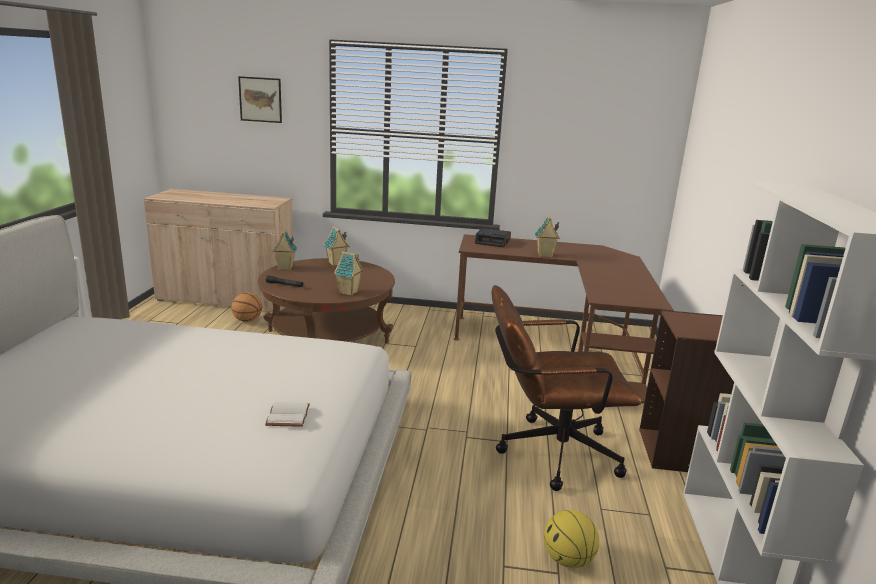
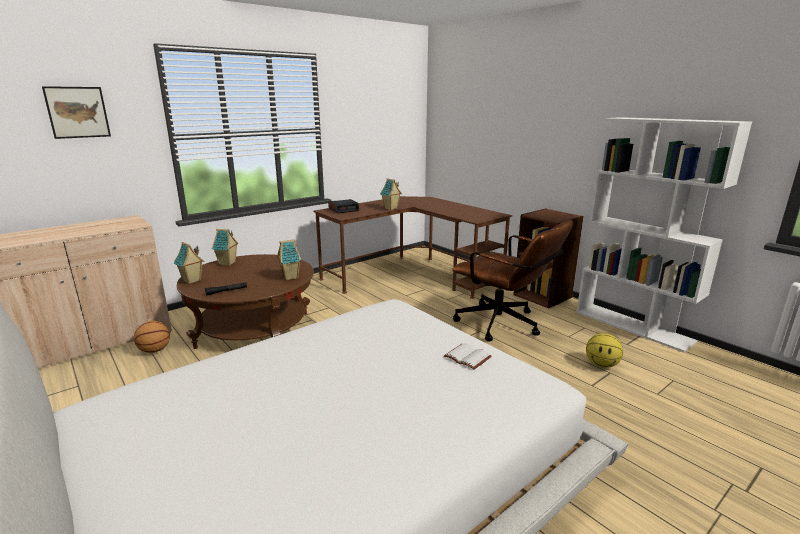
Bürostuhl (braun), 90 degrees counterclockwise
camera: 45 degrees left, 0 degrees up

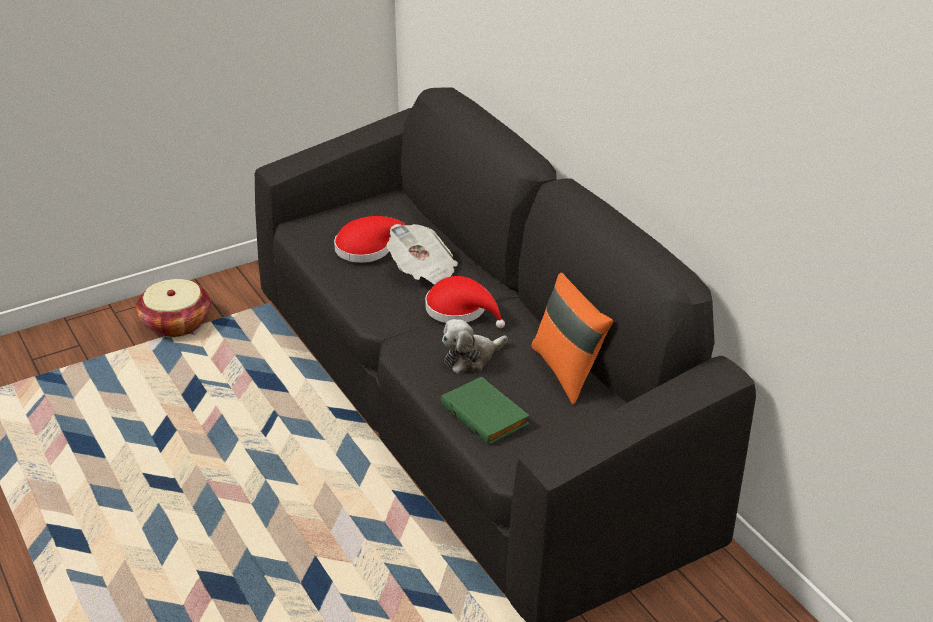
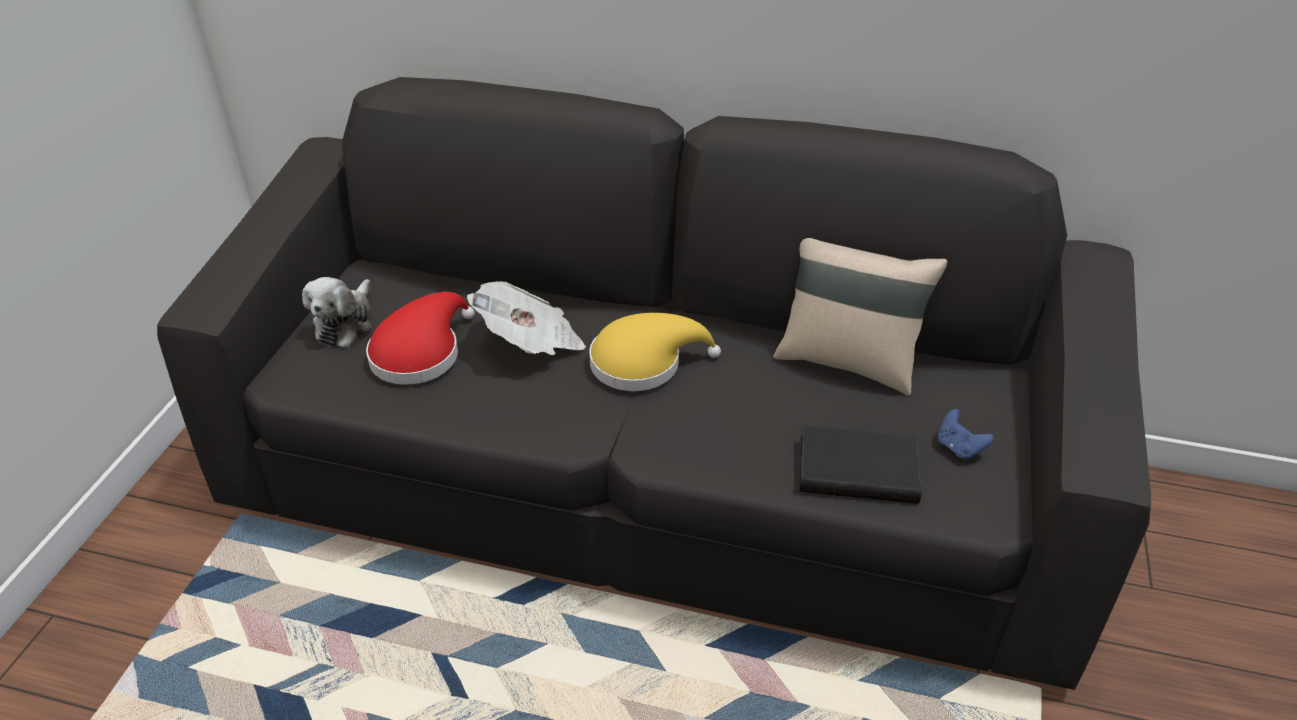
Plüschtier, relocated
Hut (rot) (no. 2 from left) => Hut (gelb)
Kissen (orange) => Kissen (beige)
Buch (grün) => Buch (schwarz)
nothing => Gamepad (blau)
Korb => nothing
camera: 45 degrees left, 5 degrees up

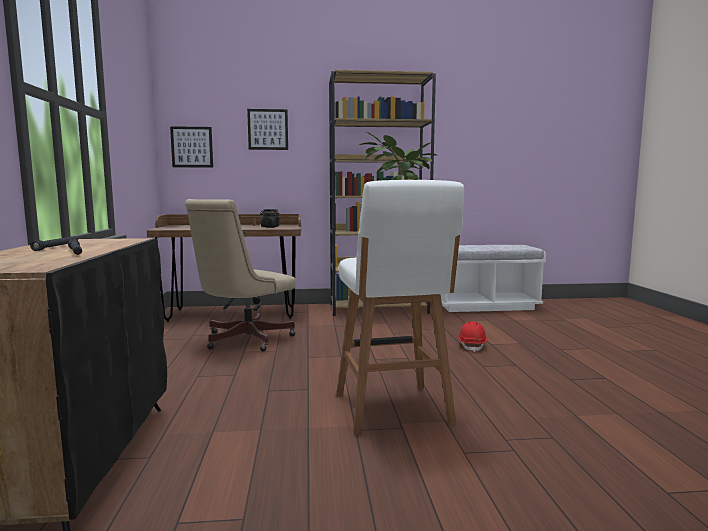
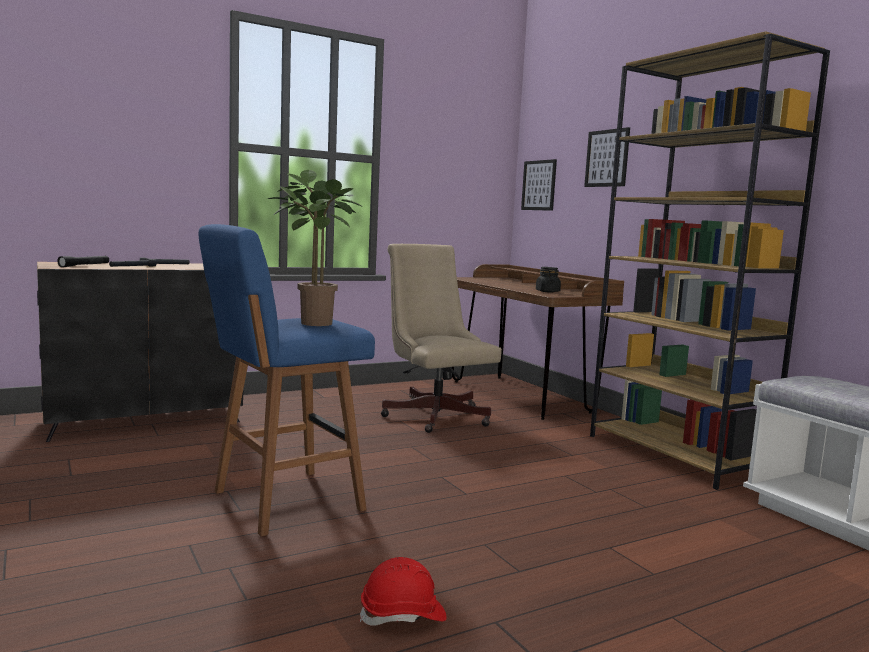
nothing => Taschenlampe (schwarz) (no. 1 from left)
Hocker (weiß) => Hocker (blau)
Schutzhelm (rot), relocated
Bürostuhl (beige), 45 degrees clockwise
camera: 65 degrees right, 0 degrees up

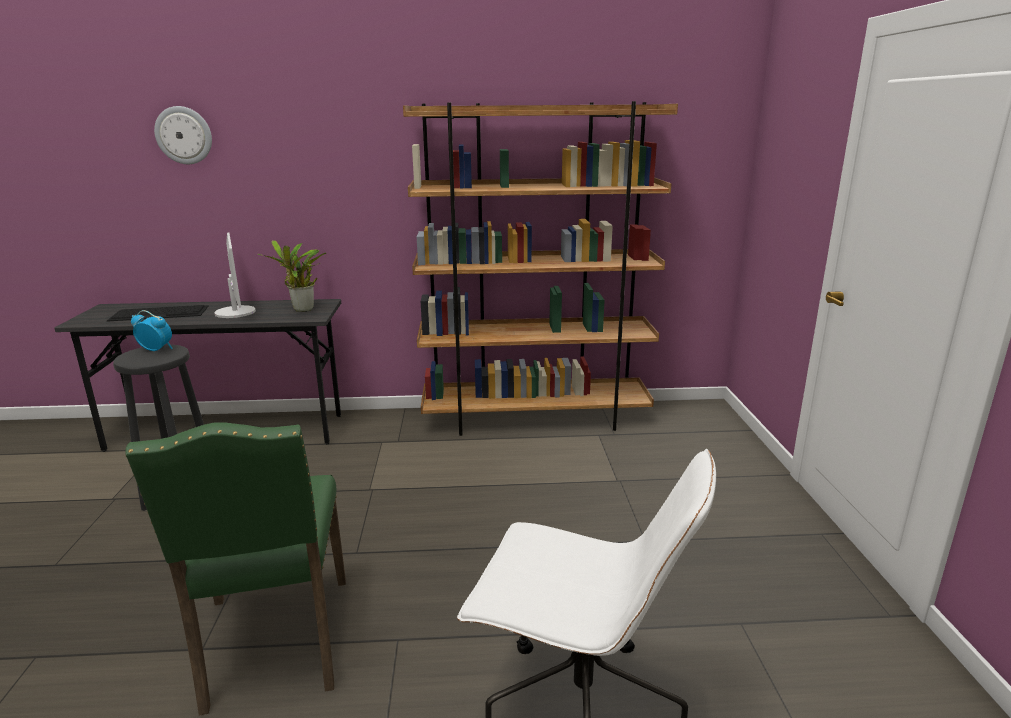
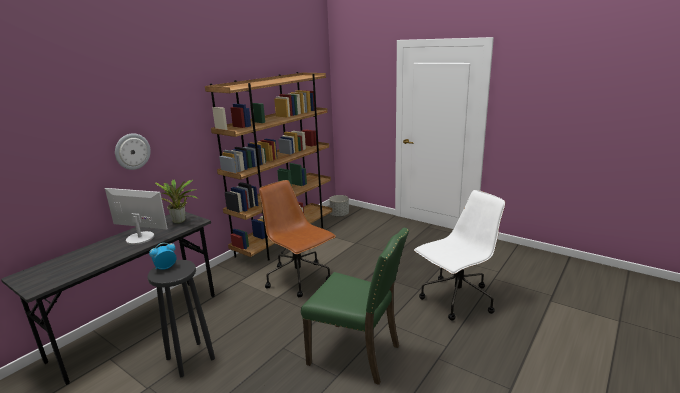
Wanduhr, relocated
nothing => Bürostuhl (braun)
nothing => Pflanzkübel (grau)
Tastatur => nothing
camera: 50 degrees left, 0 degrees up

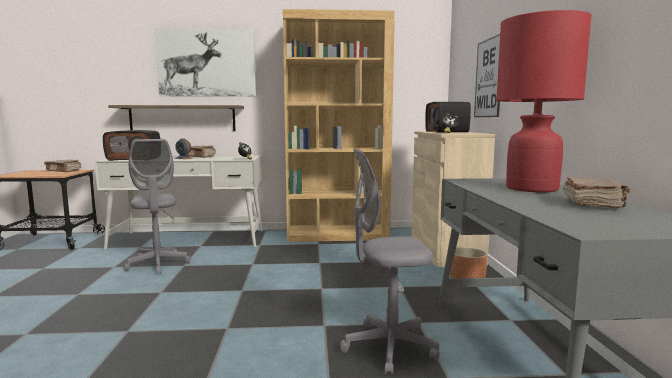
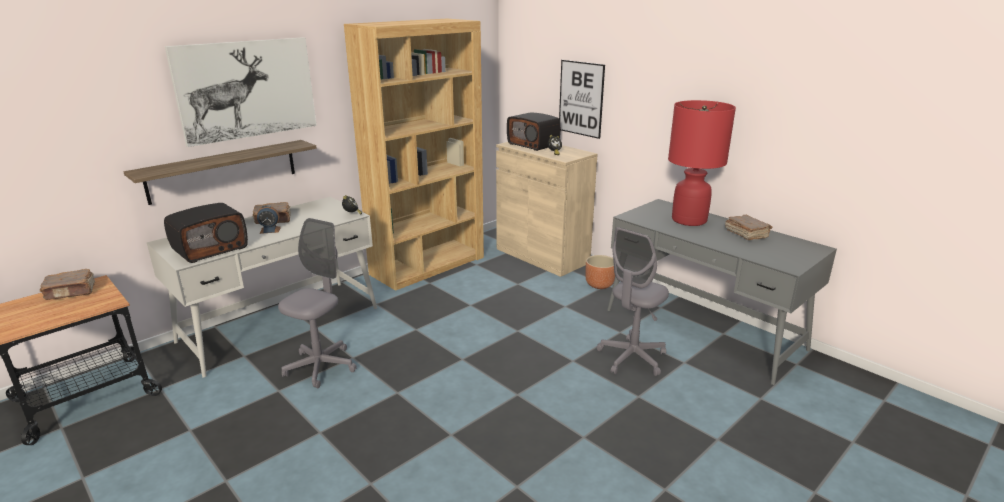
Bürostuhl (grau) (no. 1 from left), 90 degrees counterclockwise
camera: 40 degrees left, 15 degrees up

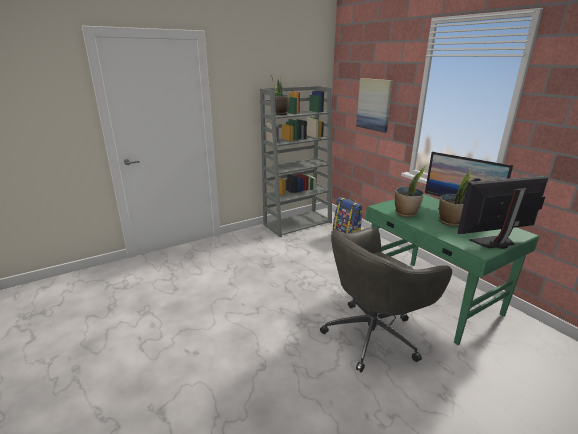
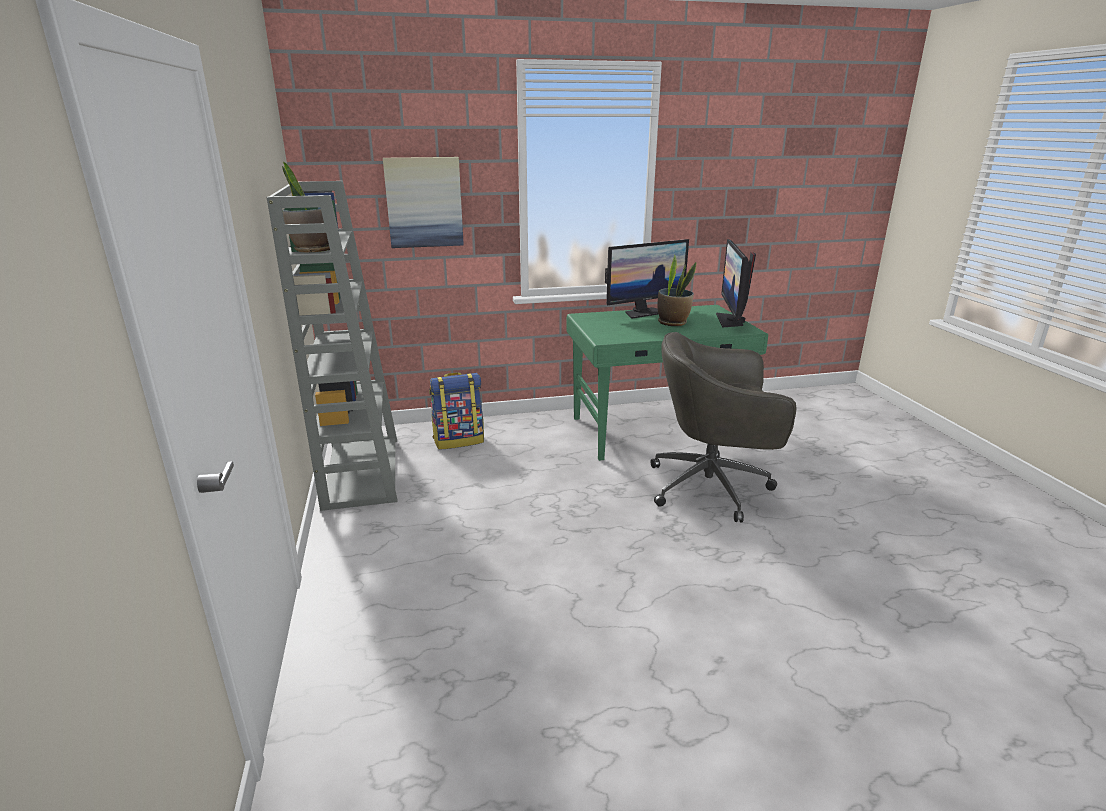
Bürostuhl (grau), 105 degrees clockwise
Topfpflanze (no. 2 from left) => nothing
camera: 70 degrees left, 0 degrees up

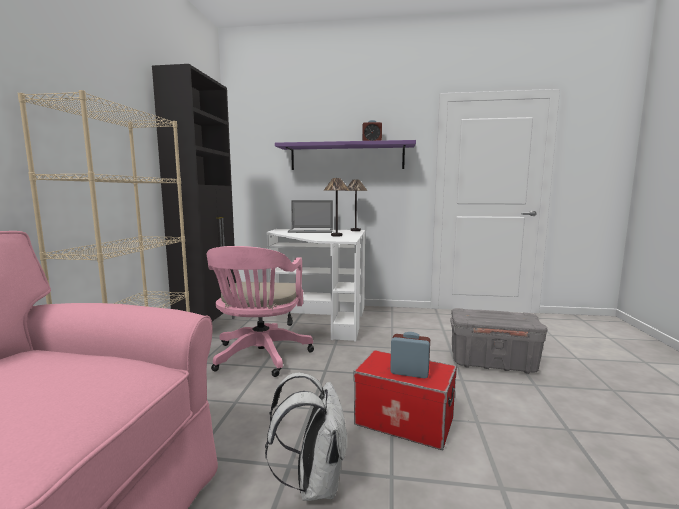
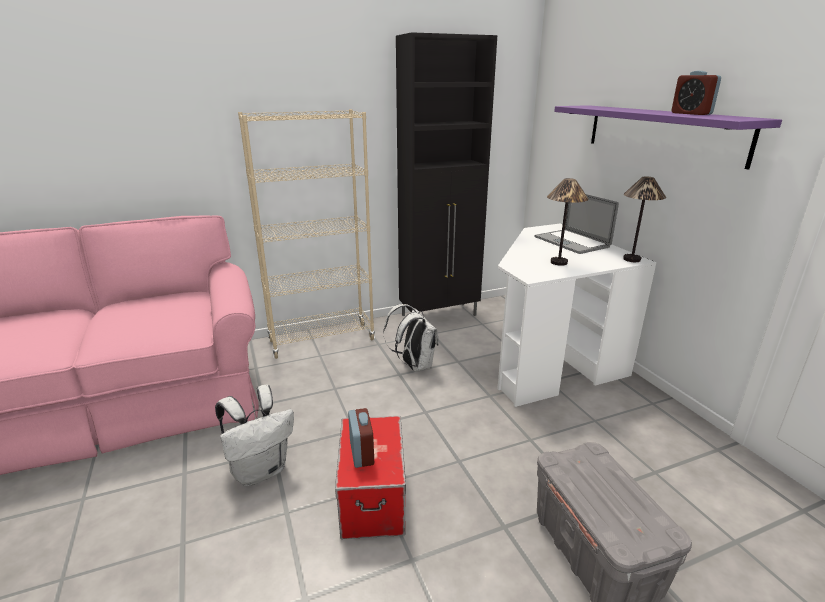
Bürostuhl (rosa) => Rucksack (weiß) (no. 2 from left)
camera: 60 degrees right, 15 degrees up

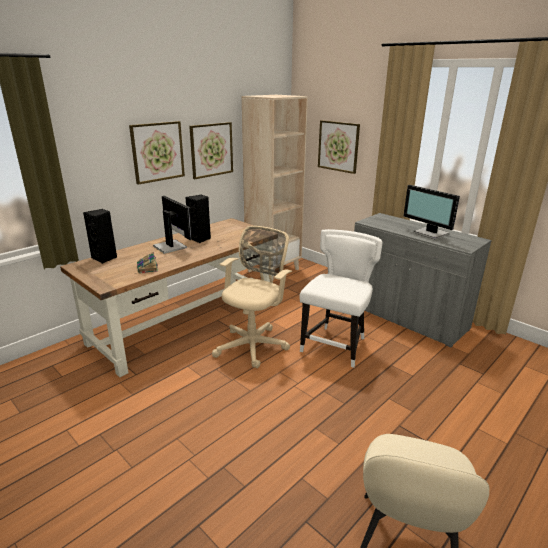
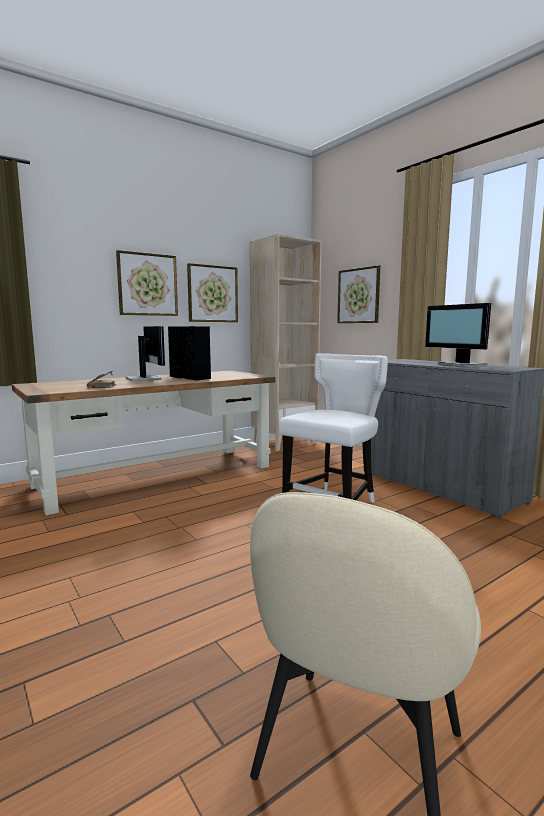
Lautsprecher (schwarz) (no. 1 from left in the first image) => Lautsprecher (schwarz) (no. 2 from left), relocated
Bürostuhl (beige) => nothing
camera: 10 degrees right, 15 degrees down

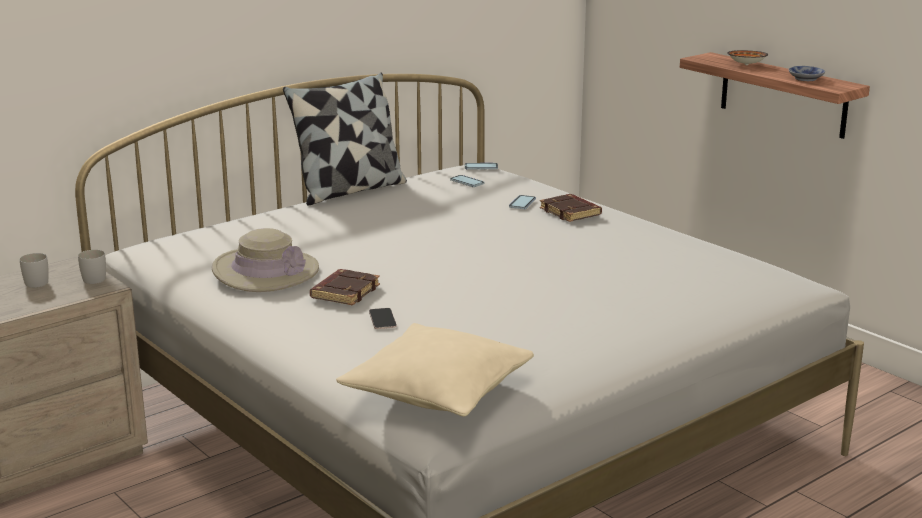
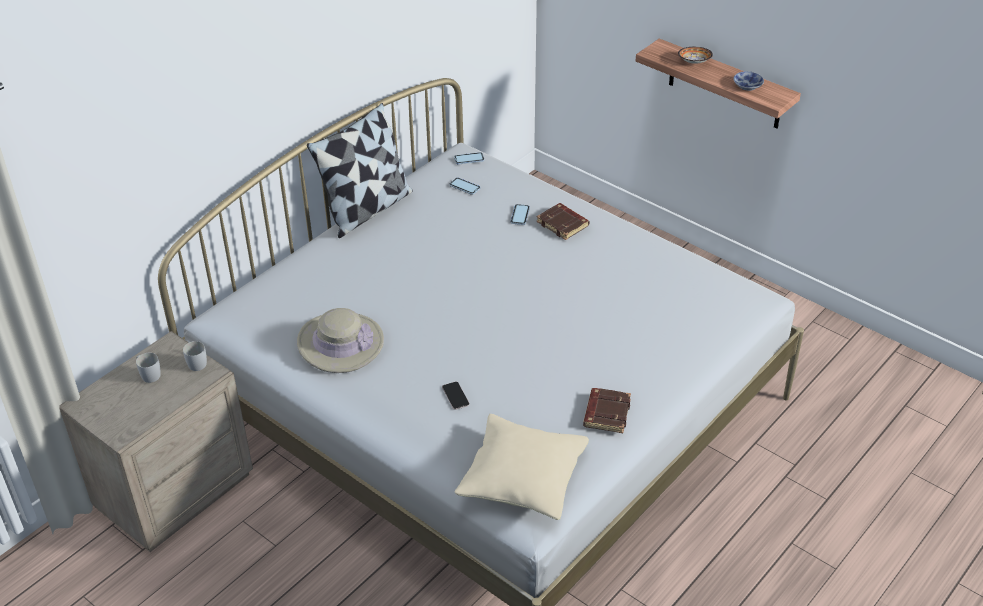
Buch (braun) (no. 1 from left in the first image) => Buch (braun) (no. 2 from left), relocated
camera: 10 degrees left, 20 degrees up

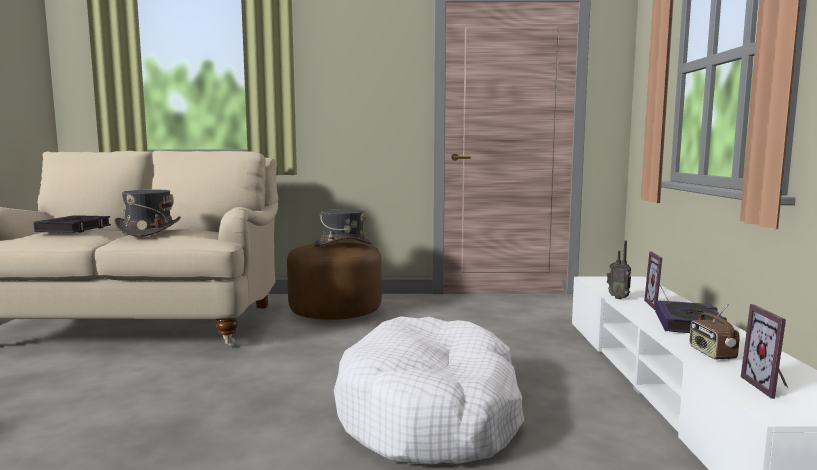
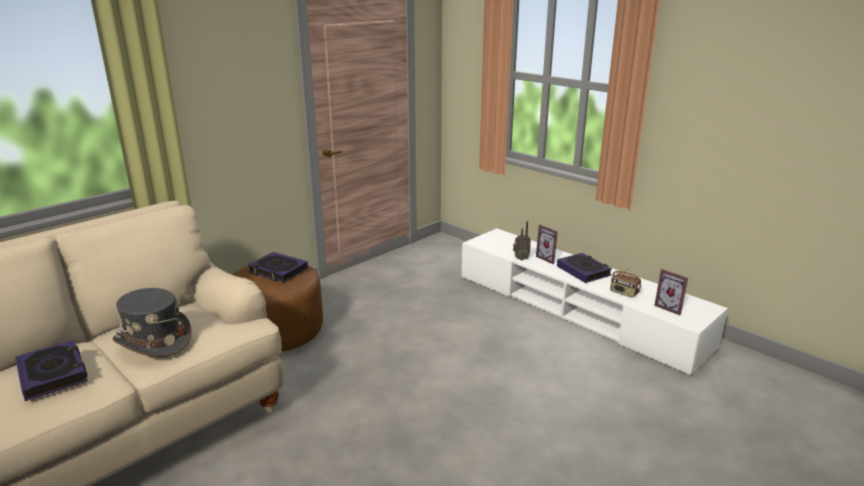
Hut (grau) (no. 2 from left) => Buch (no. 2 from left)
Hundebett (weiß) => nothing
camera: 45 degrees left, 15 degrees up

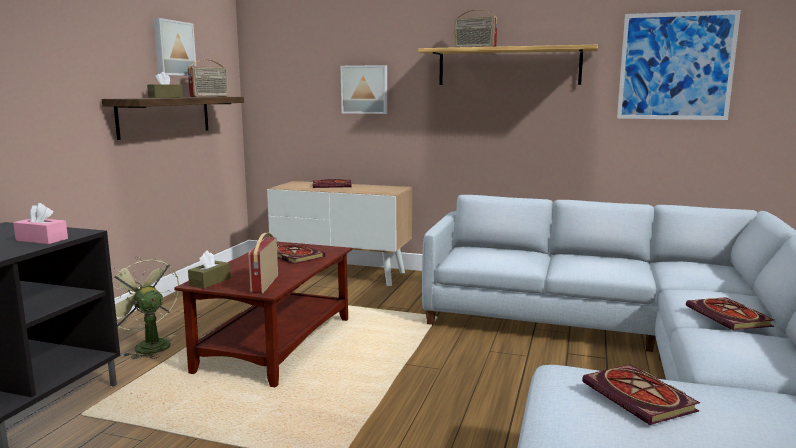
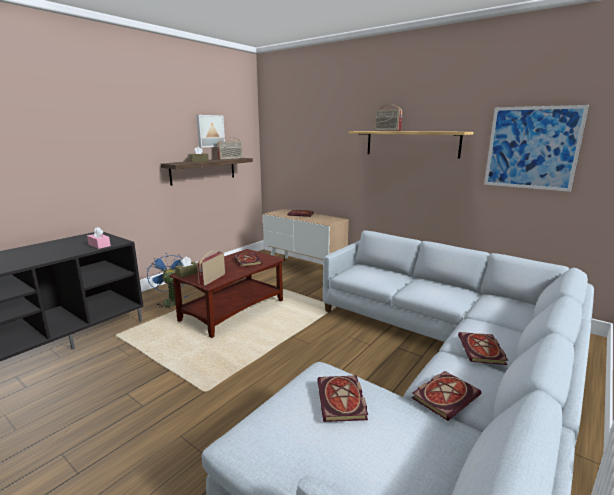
Ventilator (grün) => Ventilator (blau)
nothing => Buch (no. 4 from left)
Bild (no. 2 from left) => nothing
camera: 20 degrees right, 5 degrees up

